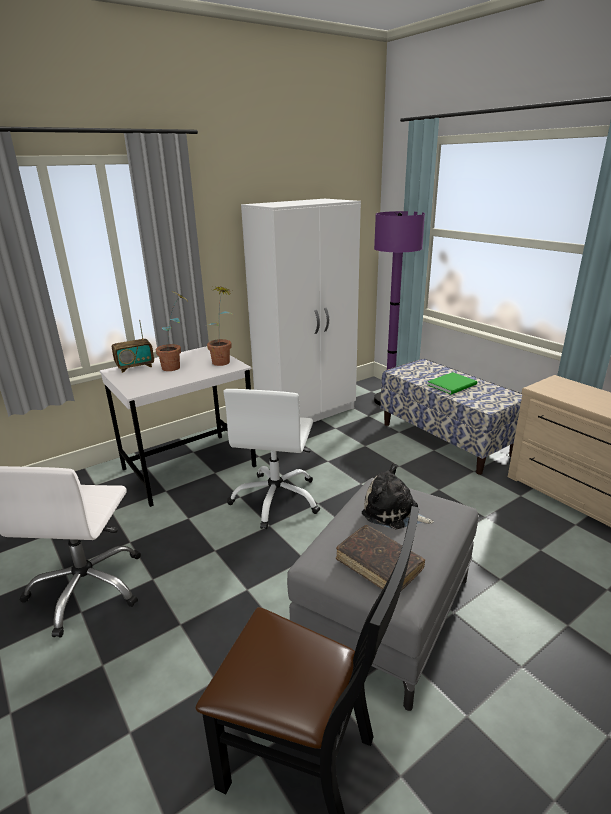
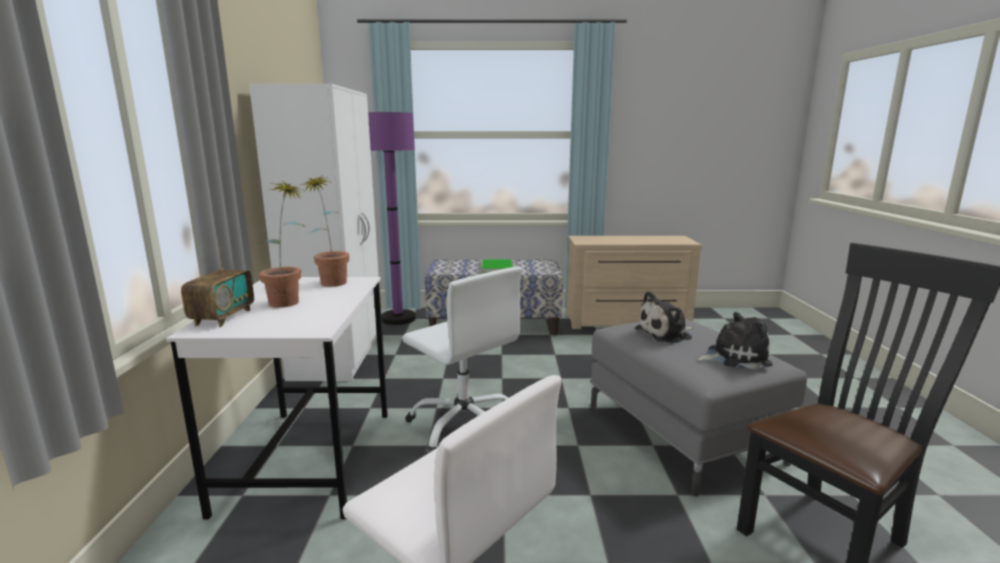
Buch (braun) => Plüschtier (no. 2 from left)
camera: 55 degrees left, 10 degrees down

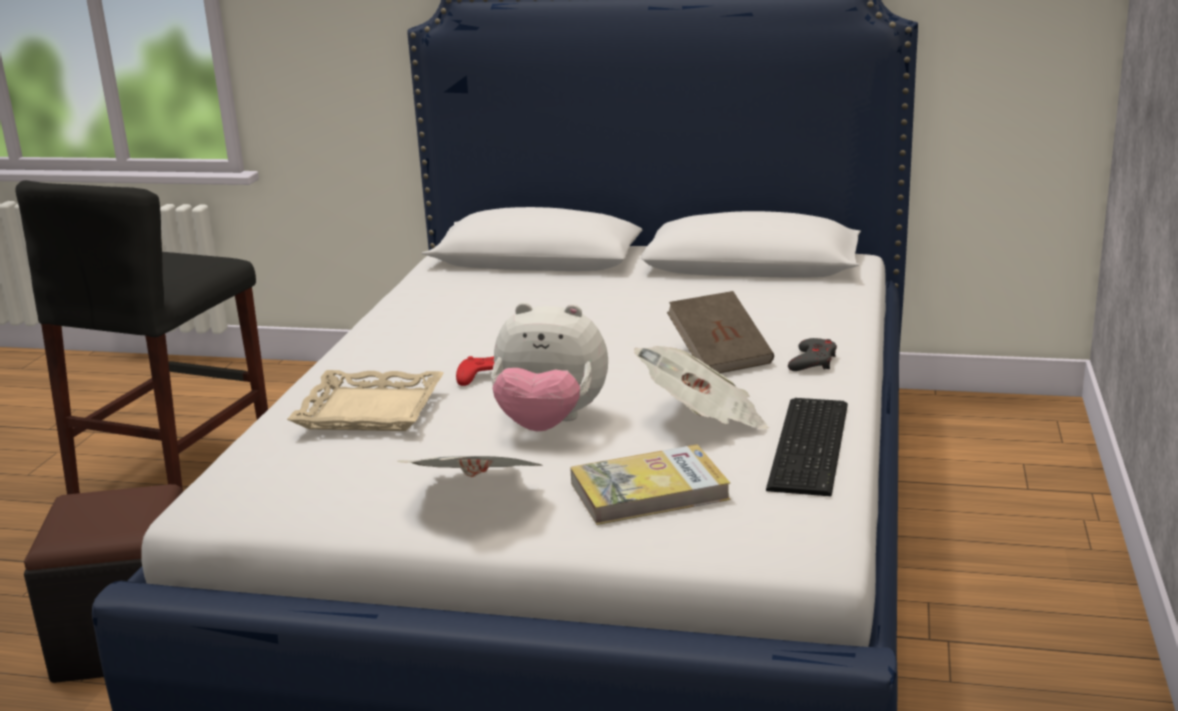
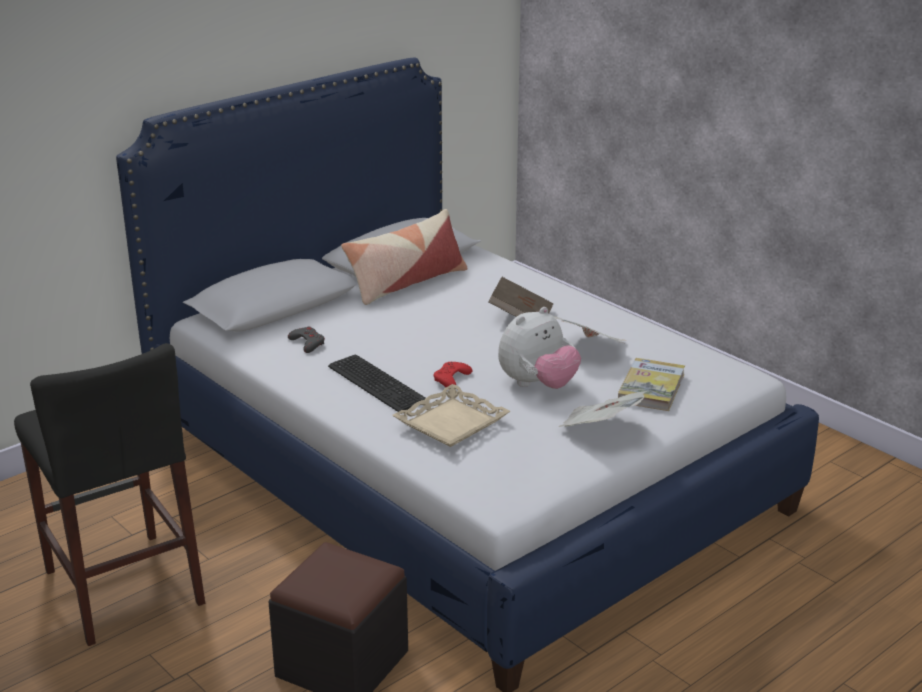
Gamepad (grau), relocated
Tastatur, relocated
nothing => Kissen
camera: 55 degrees left, 5 degrees up

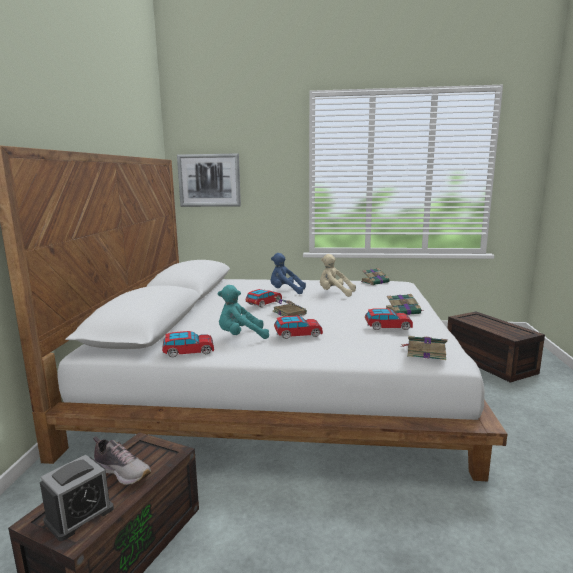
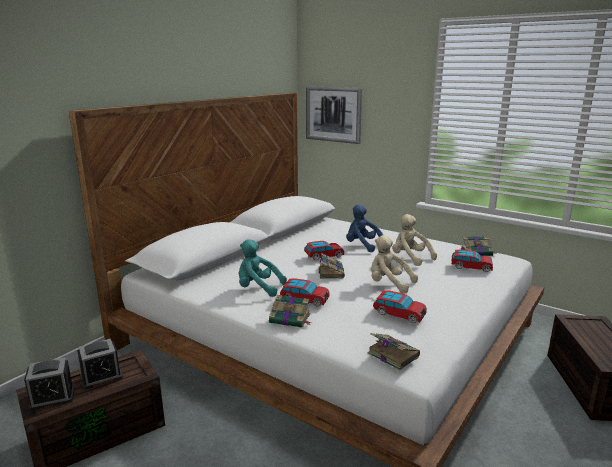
Schuh => Wecker (no. 2 from left)
Buch (no. 3 from left in the first image) => Buch (no. 1 from left), relocated
nothing => Plüschtier (beige) (no. 1 from left)
Spielzeugauto (no. 1 from left in the first image) => Spielzeugauto (no. 4 from left), relocated
camera: 30 degrees right, 5 degrees up

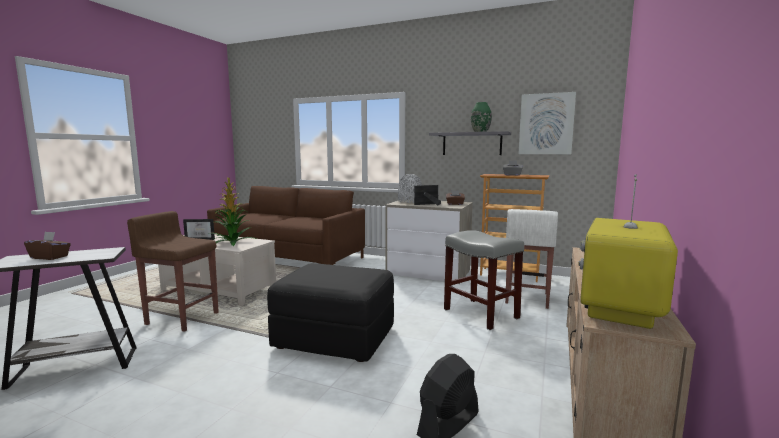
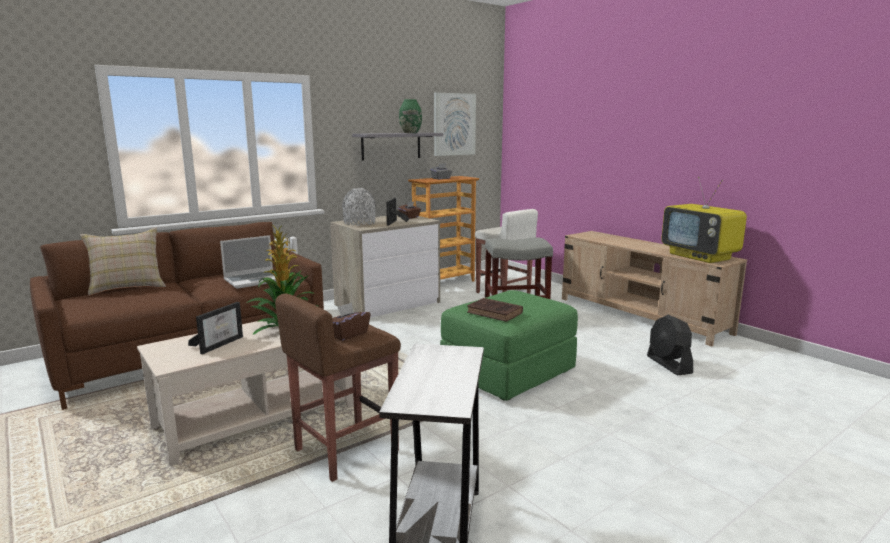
nothing => Kissen (beige)
nothing => Laptop
Taschentuchbox (braun) (no. 1 from left), relocated
Polsterhocker (schwarz) => Polsterhocker (grün)
nothing => Buch (braun)
camera: 60 degrees left, 5 degrees up

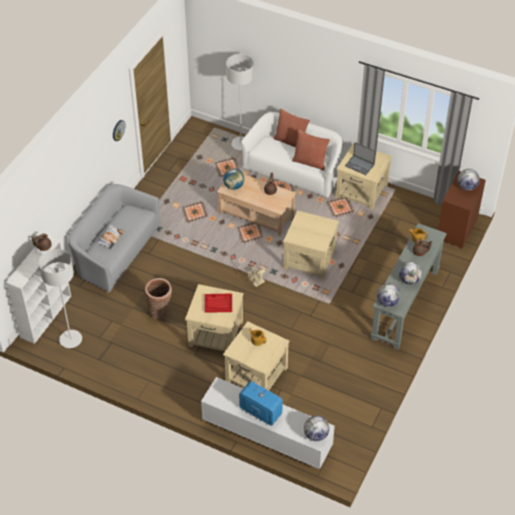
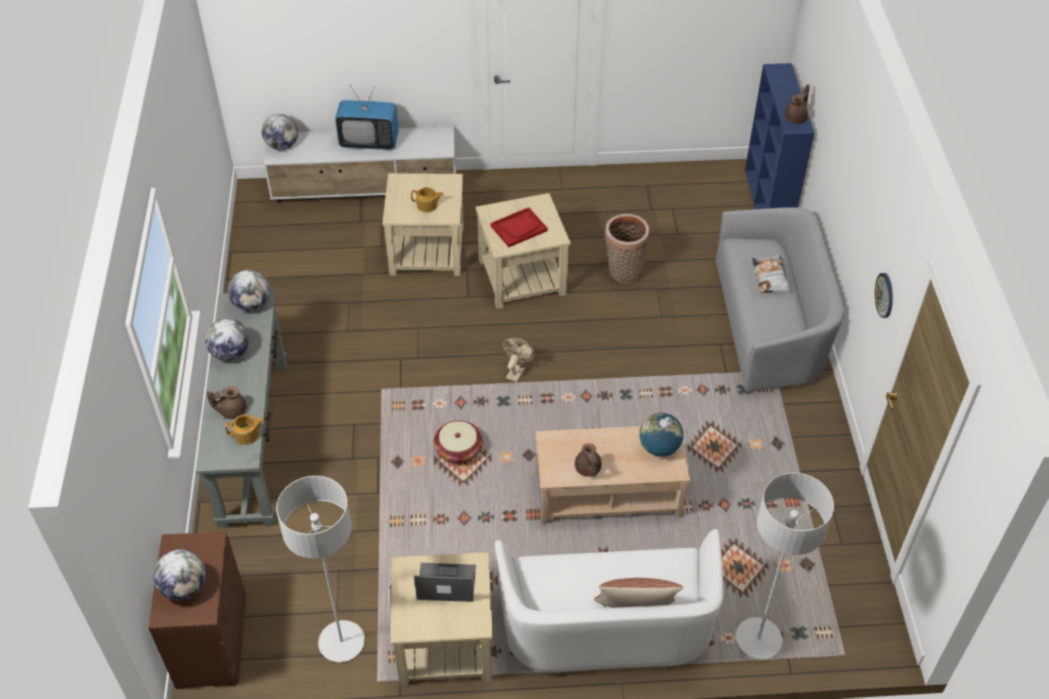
Stehlampe (grau) (no. 1 from left), relocated
Beistelltisch (beige) (no. 3 from left) => Korb (no. 1 from left)
Bücherregal (weiß) => Bücherregal (blau)
Kissen (no. 3 from left) => nothing
camera: 150 degrees right, 0 degrees up

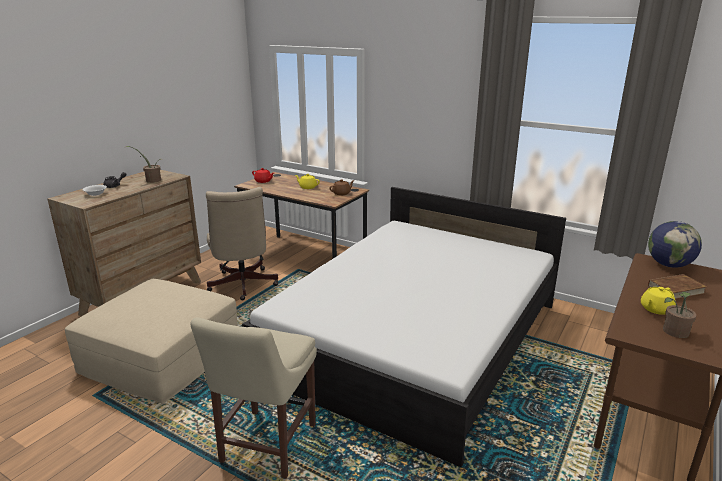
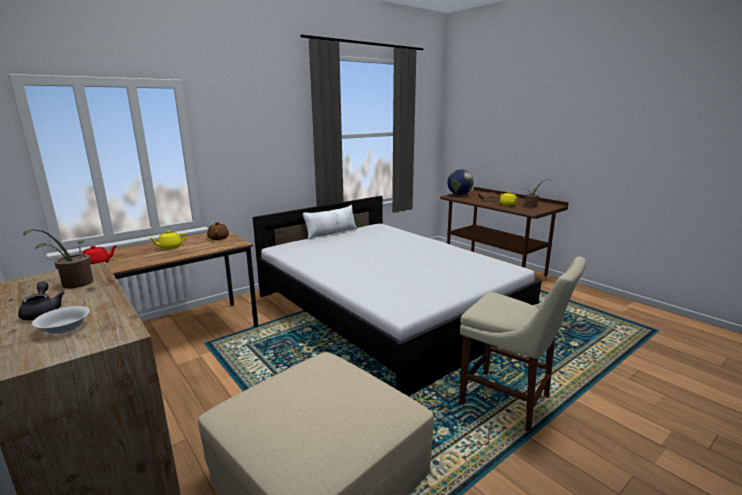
nothing => Kissen (weiß)
Bürostuhl (beige) => nothing
camera: 70 degrees left, 5 degrees down

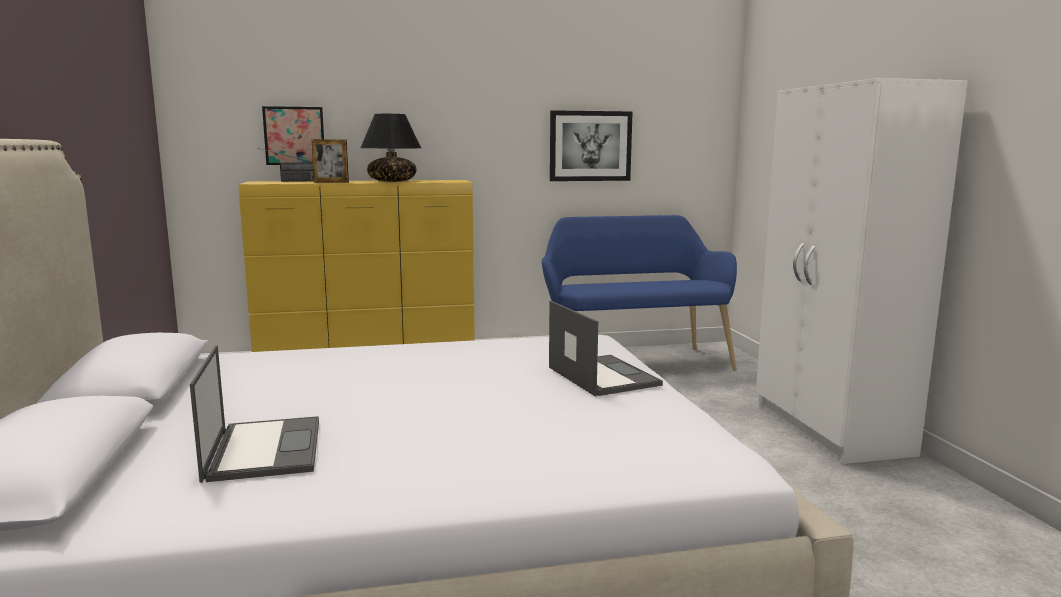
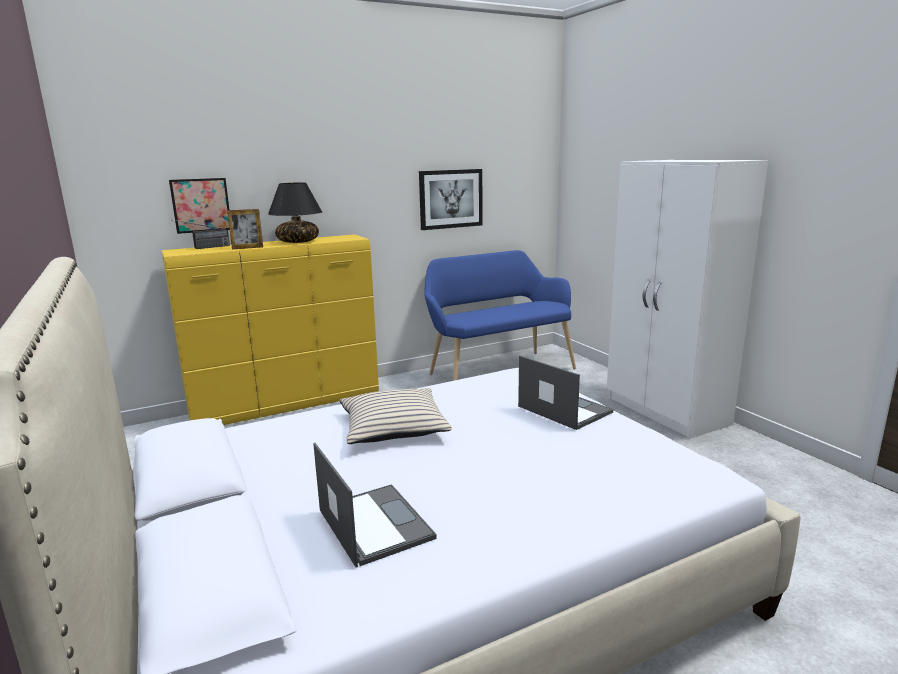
nothing => Kissen (beige)
camera: 15 degrees left, 5 degrees up

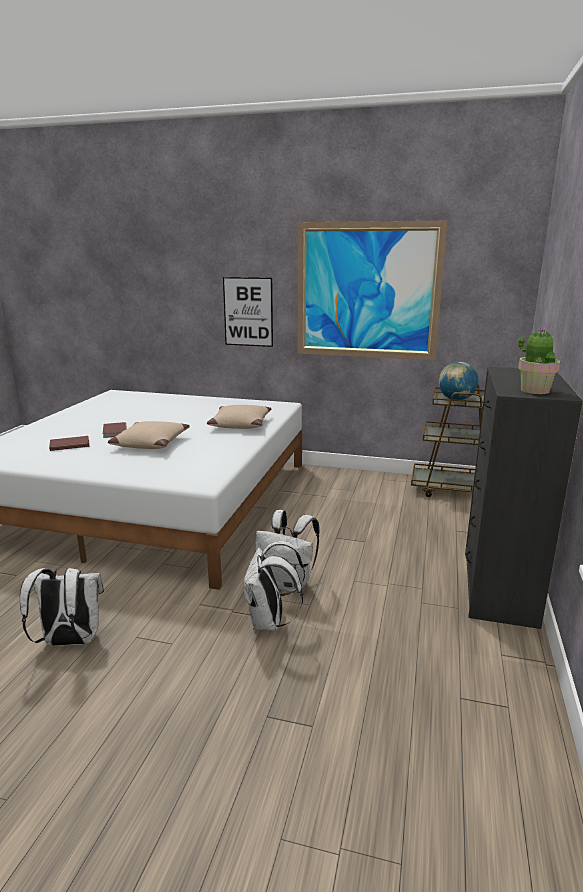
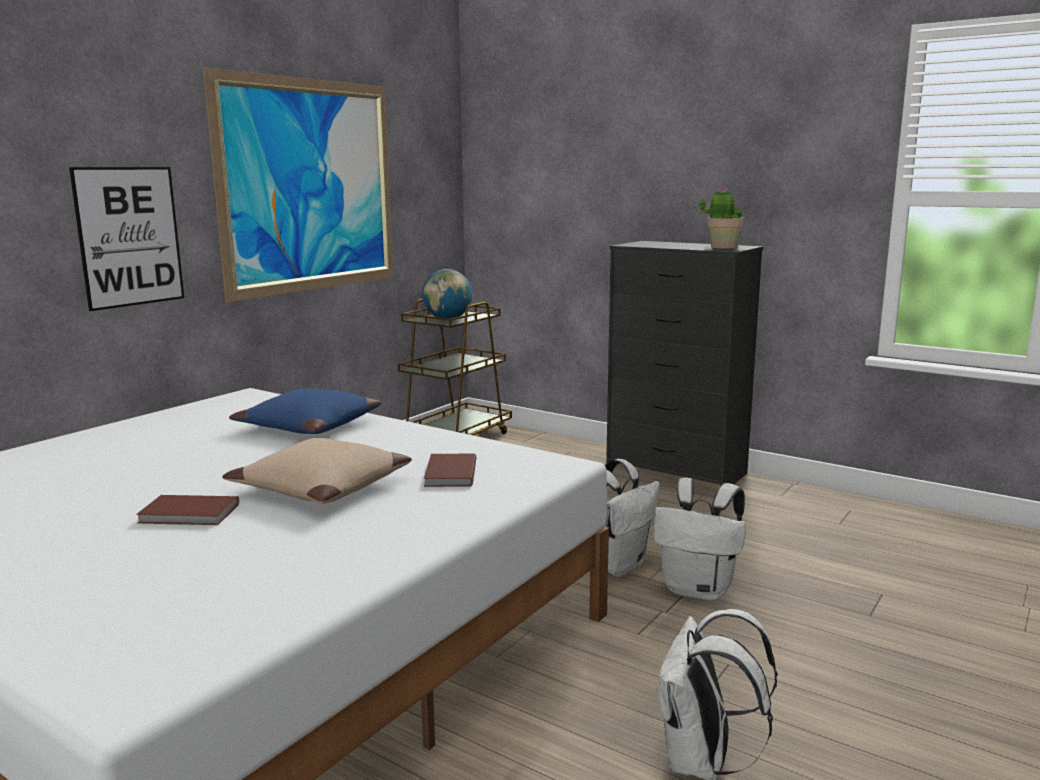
Kissen (beige) (no. 2 from left) => Kissen (blau)
Buch (braun) (no. 1 from left in the first image) => Buch (braun) (no. 2 from left), relocated
camera: 70 degrees left, 5 degrees down

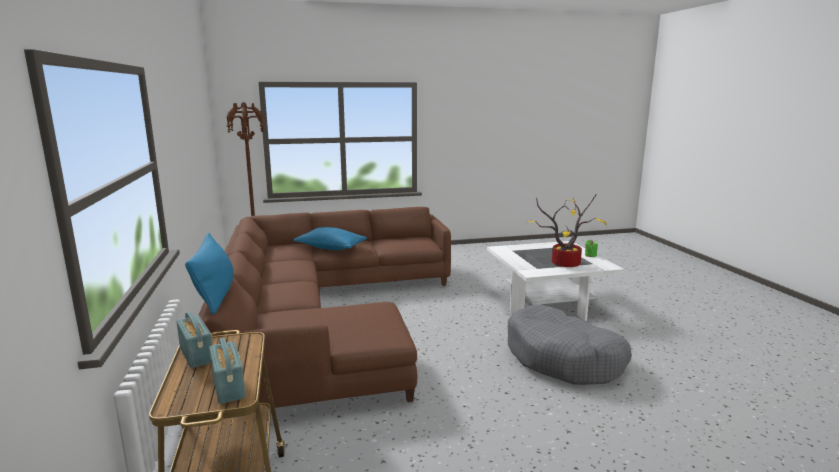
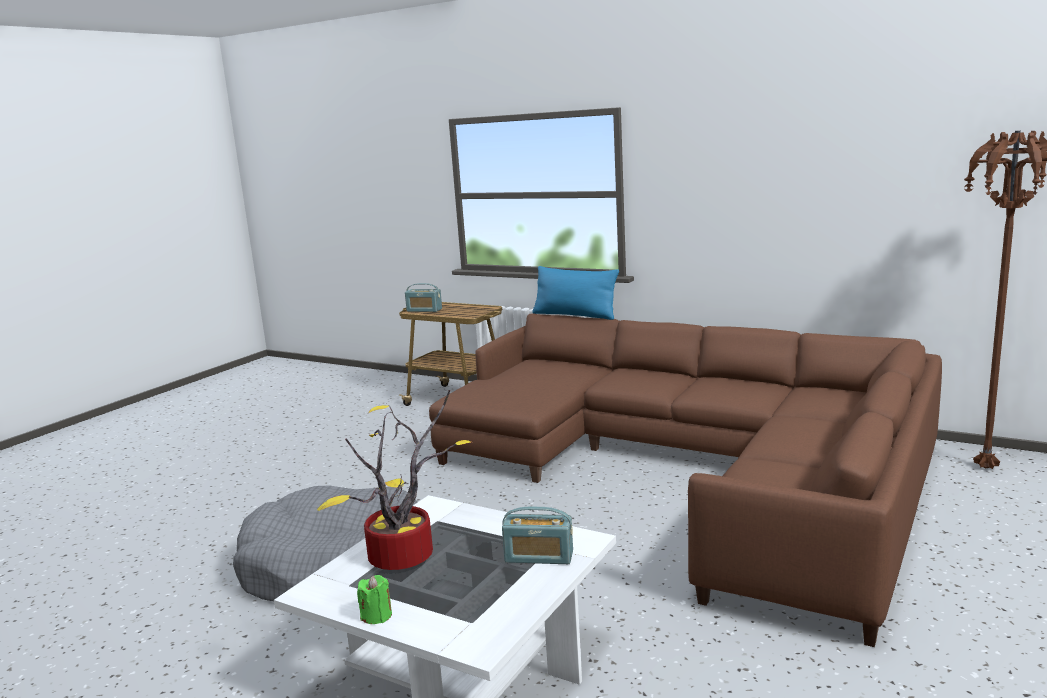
Radio (no. 1 from left in the first image) => Radio (no. 2 from left), relocated
Kissen (blau) (no. 2 from left) => nothing
camera: 135 degrees right, 0 degrees up

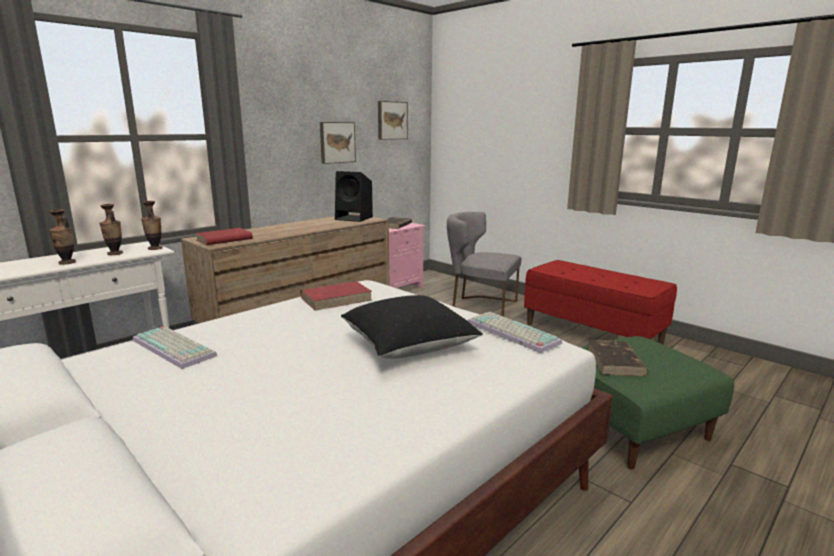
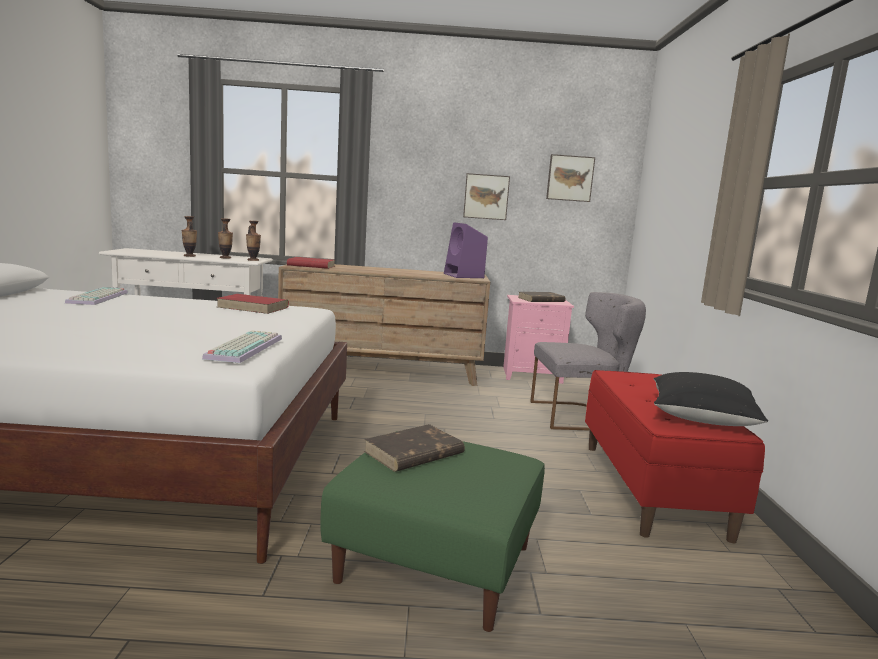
Lautsprecher (schwarz) => Lautsprecher (lila)
Stuhl (grau), 105 degrees clockwise
Kissen (schwarz), relocated
camera: 45 degrees right, 5 degrees down

